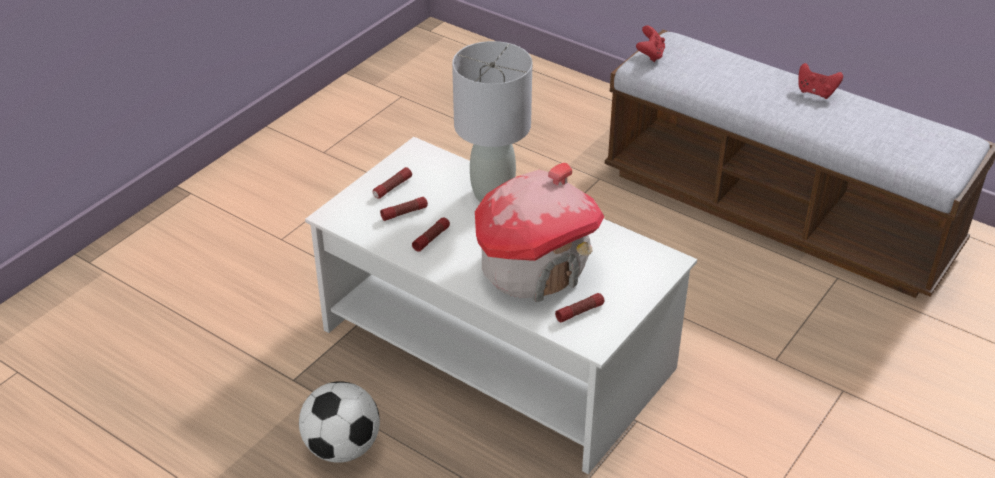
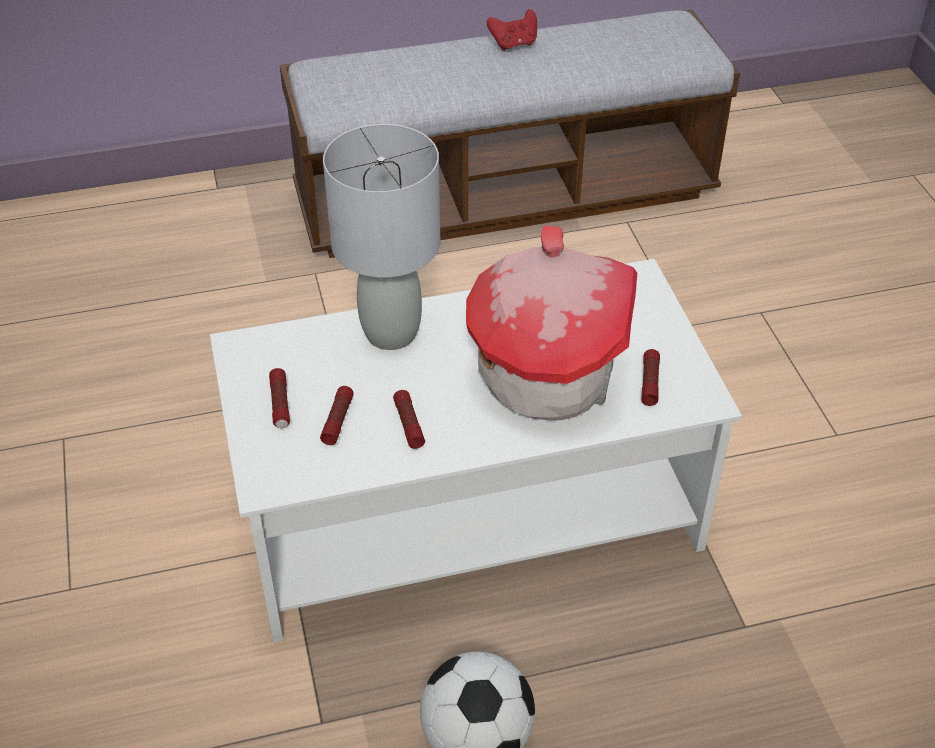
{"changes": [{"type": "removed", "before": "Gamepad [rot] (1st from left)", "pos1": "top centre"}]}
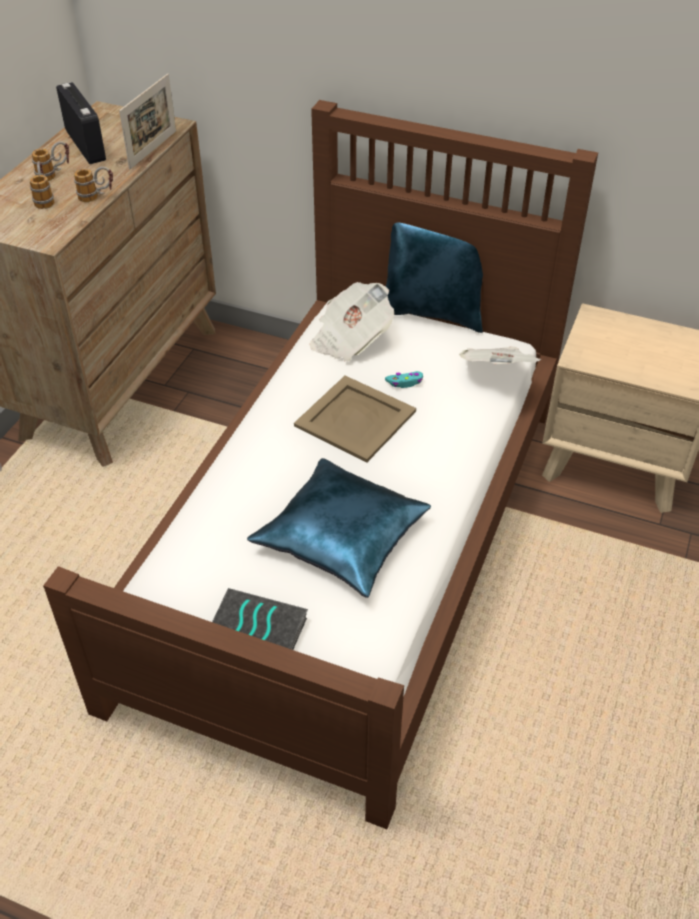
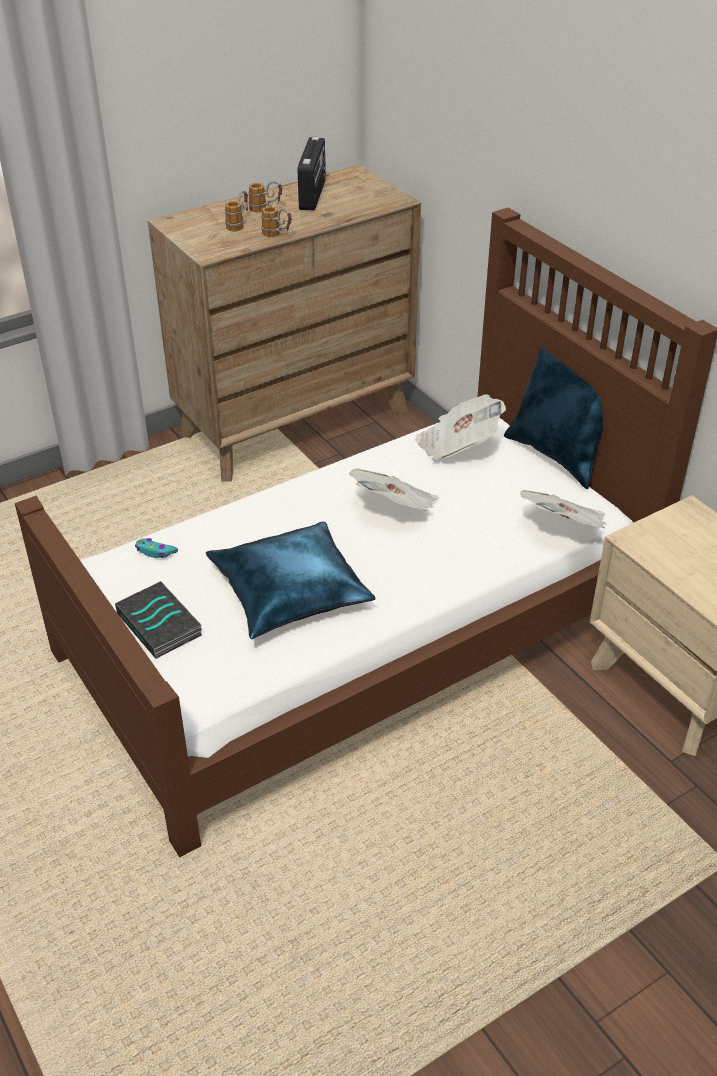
{"changes": [{"type": "moved", "before": "Gamepad [türkis]", "pos1": "centre", "pos2": "middle left"}, {"type": "replaced", "before": "Tablett [beige]", "after": "Zeitung (1st from left)", "pos1": "centre", "pos2": "centre"}, {"type": "removed", "before": "Bilderrahmen", "pos1": "top left"}]}
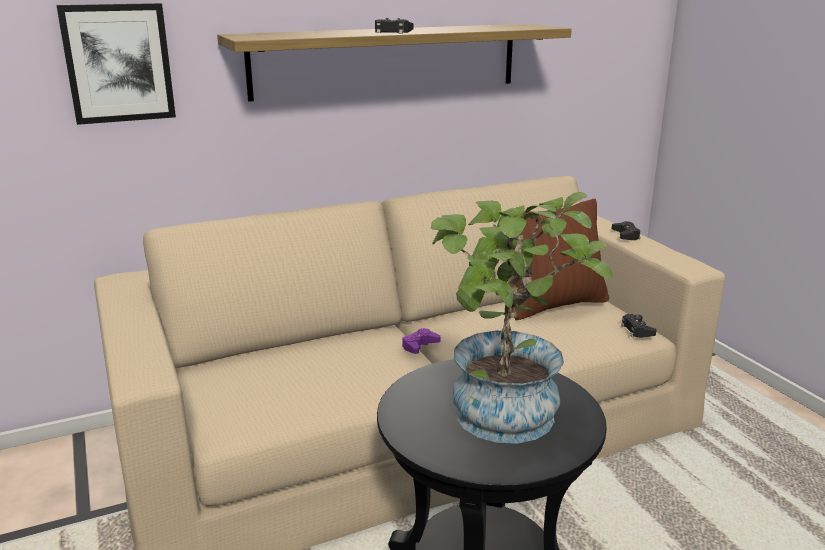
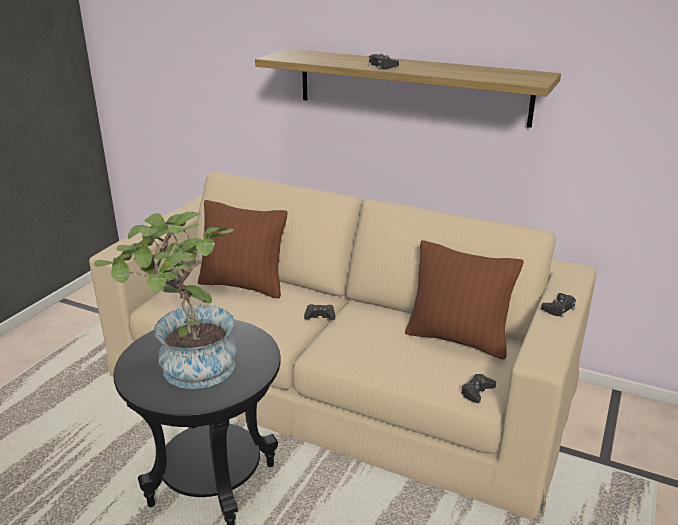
{"changes": [{"type": "added", "after": "Kissen [braun] (1st from left)", "pos2": "centre"}, {"type": "recoloured", "before": "Gamepad [lila]", "after": "Gamepad [schwarz] (1st from left)", "pos1": "centre", "pos2": "centre"}, {"type": "removed", "before": "Bild", "pos1": "top left"}]}
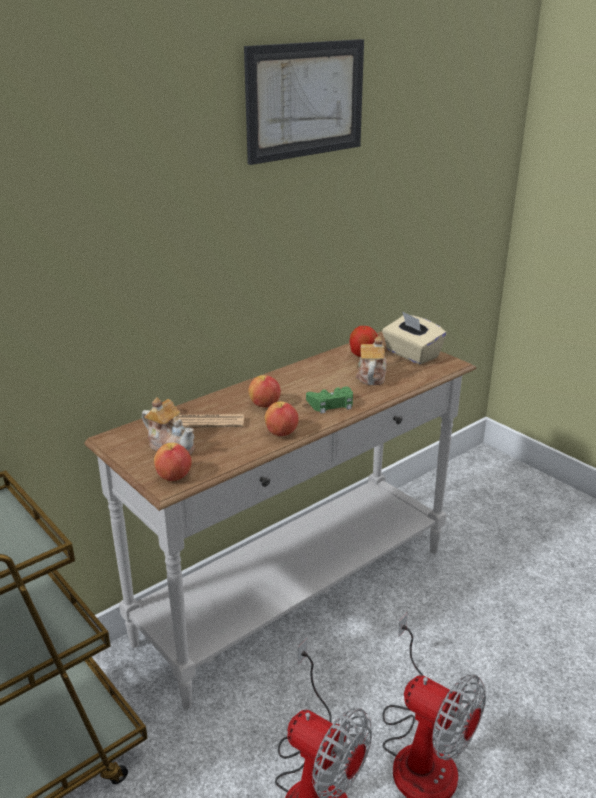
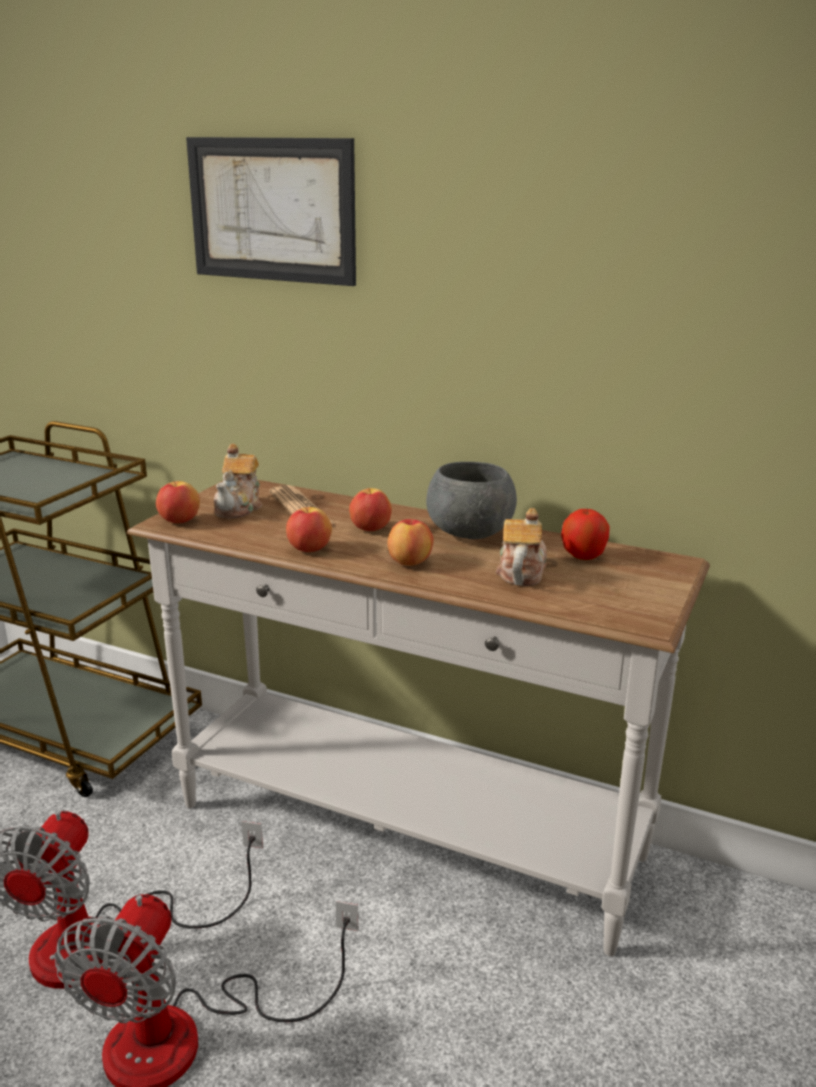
{"changes": [{"type": "moved", "before": "Bild", "pos1": "top centre", "pos2": "top left"}, {"type": "replaced", "before": "Gamepad [grün]", "after": "Apfel (4th from left)", "pos1": "centre", "pos2": "centre"}, {"type": "added", "after": "Schüssel [grau]", "pos2": "centre"}, {"type": "turned", "before": "Teekanne (2nd from left)", "pos1": "centre", "pos2": "centre", "turn": -60}, {"type": "removed", "before": "Taschentuchbox [beige]", "pos1": "middle right"}]}
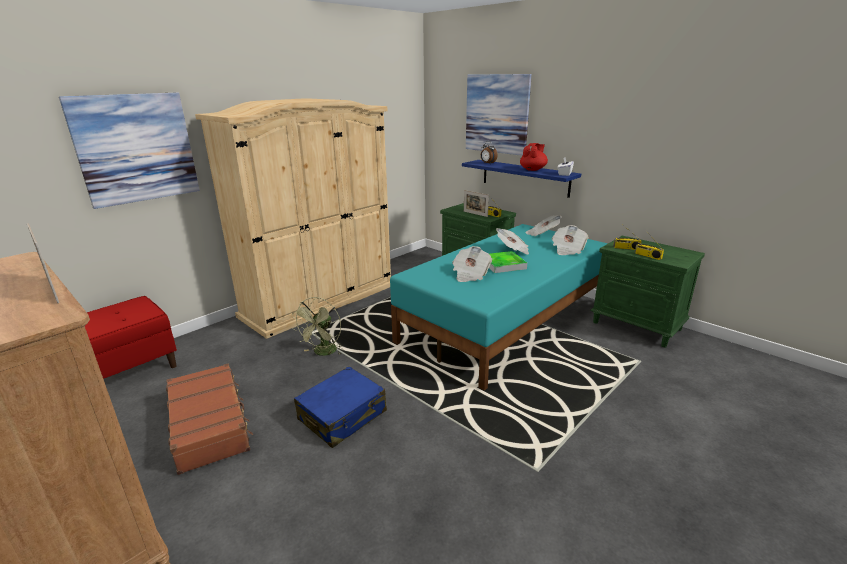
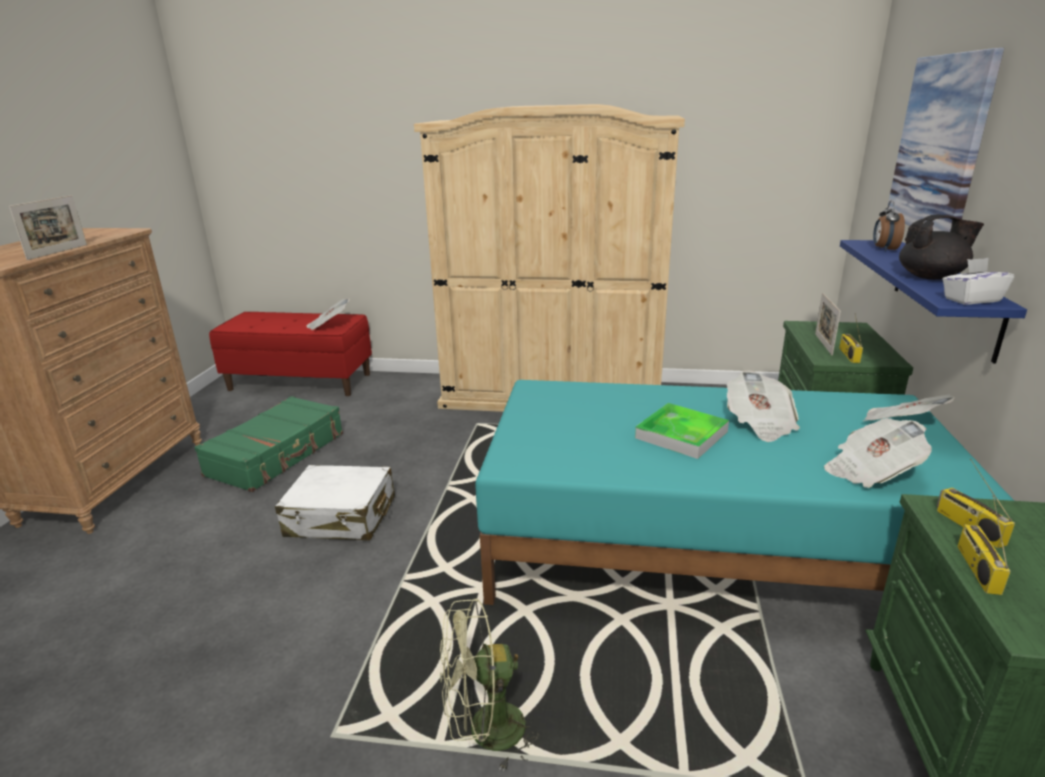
{"changes": [{"type": "recoloured", "before": "Koffer [braun]", "after": "Koffer [grün]", "pos1": "bottom left", "pos2": "middle left"}, {"type": "recoloured", "before": "Koffer [blau]", "after": "Koffer [weiß]", "pos1": "bottom centre", "pos2": "middle left"}, {"type": "moved", "before": "Zeitung (1st from left)", "pos1": "centre", "pos2": "middle left"}, {"type": "moved", "before": "Ventilator [grün]", "pos1": "centre", "pos2": "bottom centre"}, {"type": "recoloured", "before": "Teekanne [rot]", "after": "Teekanne [schwarz]", "pos1": "top centre", "pos2": "top right"}, {"type": "removed", "before": "Bild (1st from left)", "pos1": "top left"}]}
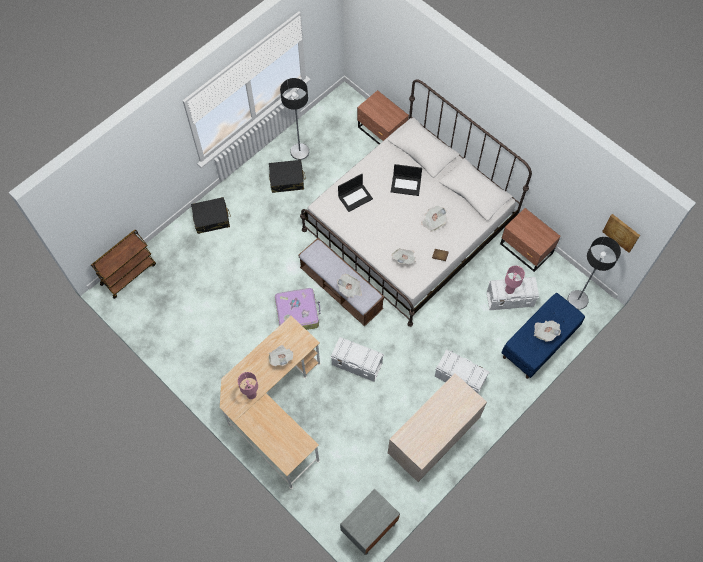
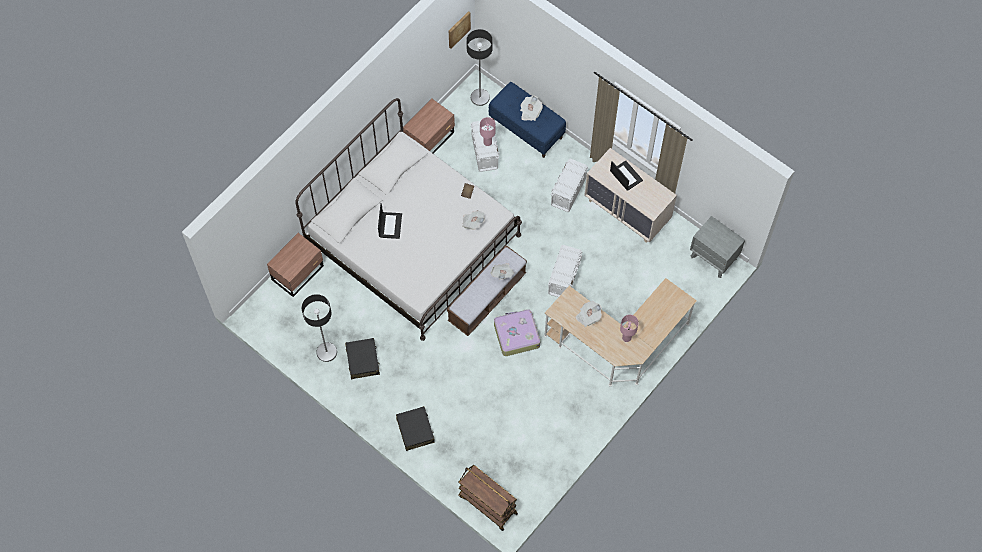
{"changes": [{"type": "moved", "before": "Laptop (1st from left in the first image)", "after": "Laptop (2nd from left)", "pos1": "centre", "pos2": "top centre"}, {"type": "removed", "before": "Zeitung (4th from left)", "pos1": "centre"}]}
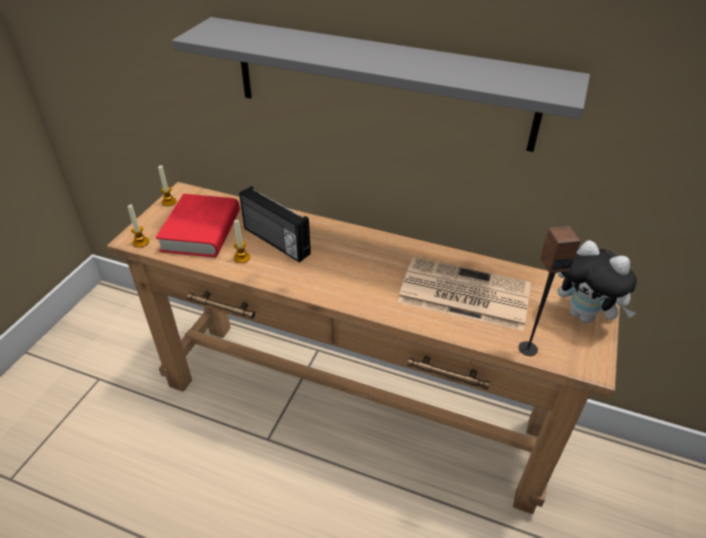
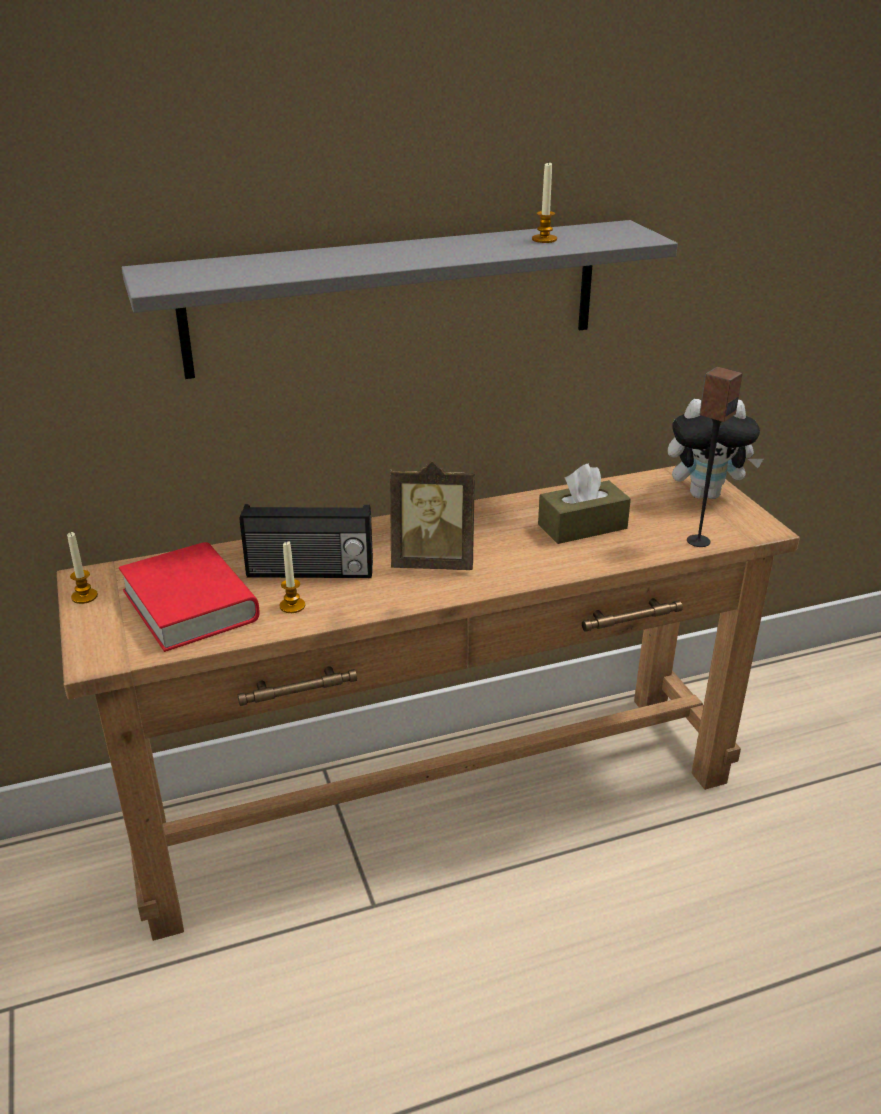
{"changes": [{"type": "added", "after": "Bilderrahmen", "pos2": "centre"}, {"type": "moved", "before": "Kerze (1st from left in the first image)", "after": "Kerze (3rd from left)", "pos1": "middle left", "pos2": "top centre"}, {"type": "replaced", "before": "Zeitung", "after": "Taschentuchbox [braun]", "pos1": "centre", "pos2": "centre"}]}
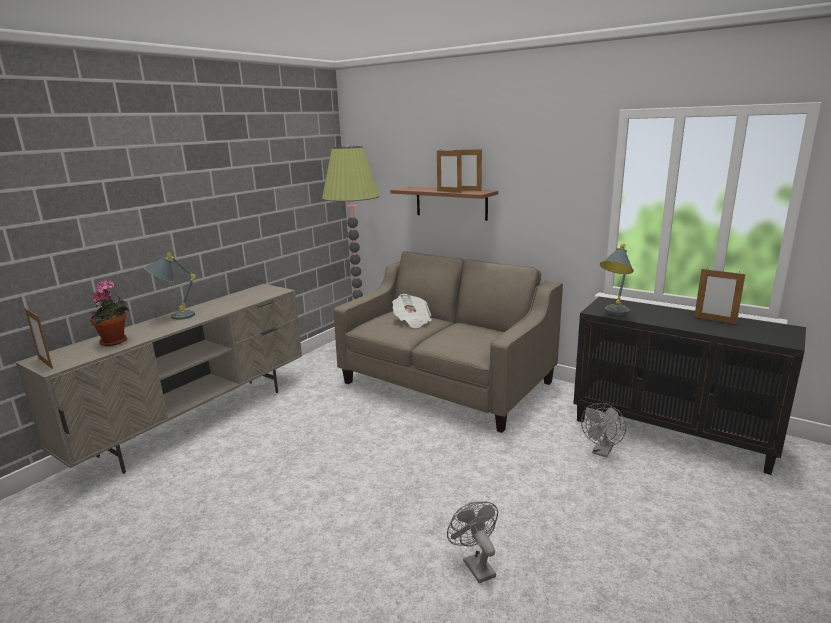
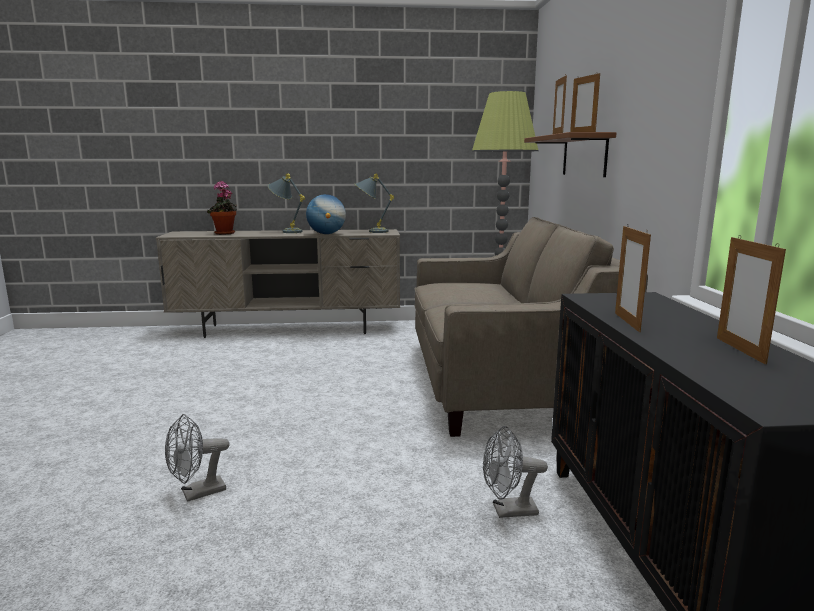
{"changes": [{"type": "turned", "before": "Ventilator [grau] (1st from left)", "pos1": "bottom centre", "pos2": "bottom left", "turn": -150}, {"type": "added", "after": "Globus", "pos2": "centre"}, {"type": "moved", "before": "Tischlampe [grau] (2nd from left)", "pos1": "middle right", "pos2": "top centre"}, {"type": "moved", "before": "Bilderrahmen (1st from left in the first image)", "after": "Bilderrahmen (3rd from left)", "pos1": "middle left", "pos2": "middle right"}, {"type": "removed", "before": "Zeitung", "pos1": "centre"}]}
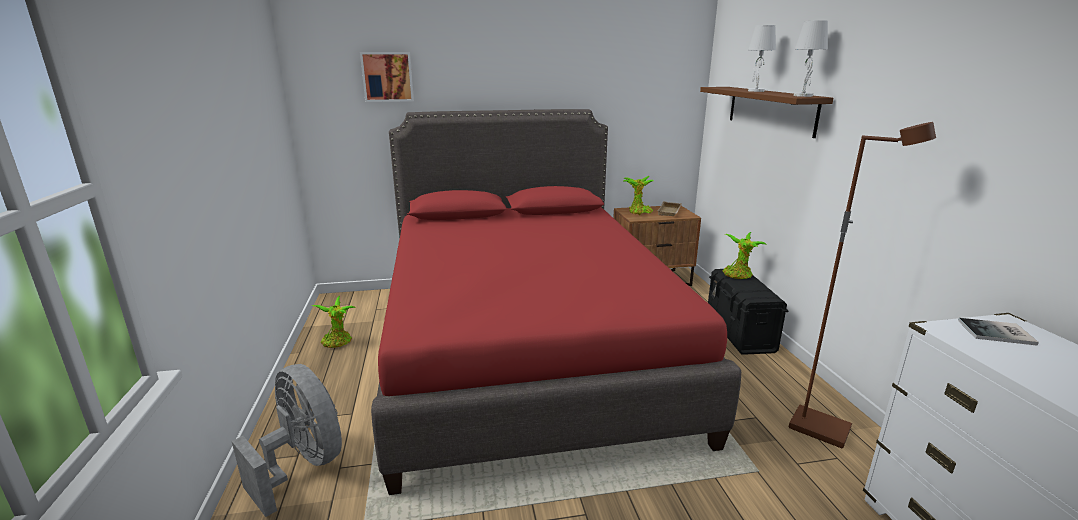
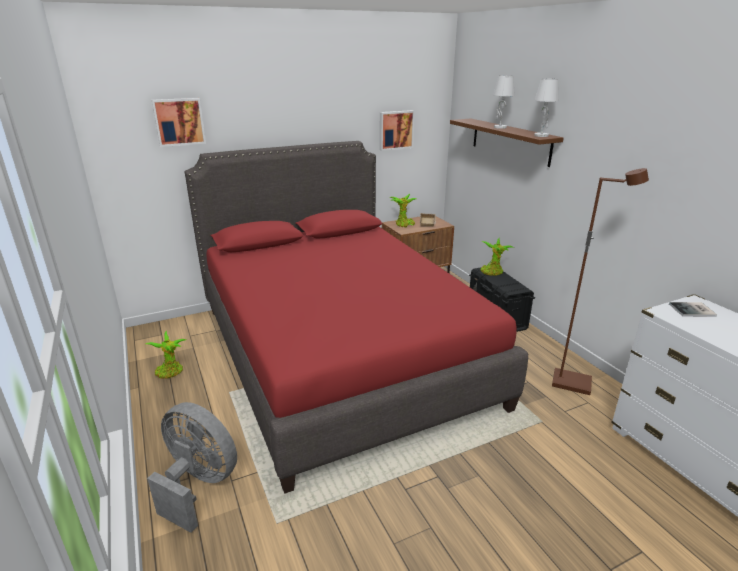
{"changes": [{"type": "added", "after": "Bild (2nd from left)", "pos2": "top centre"}]}
